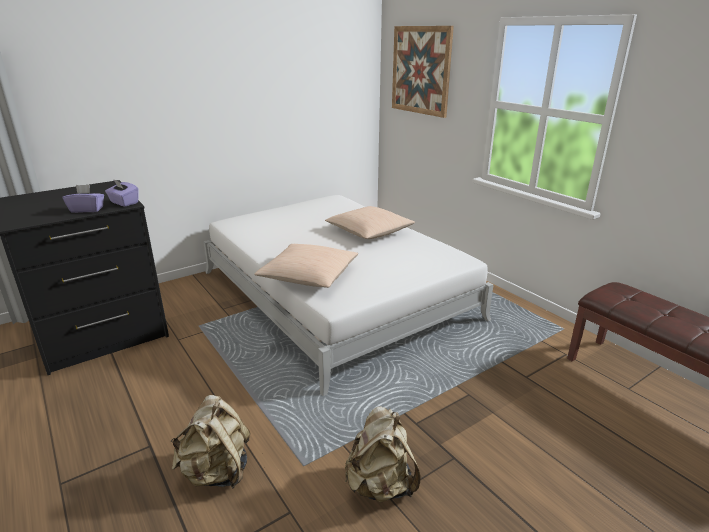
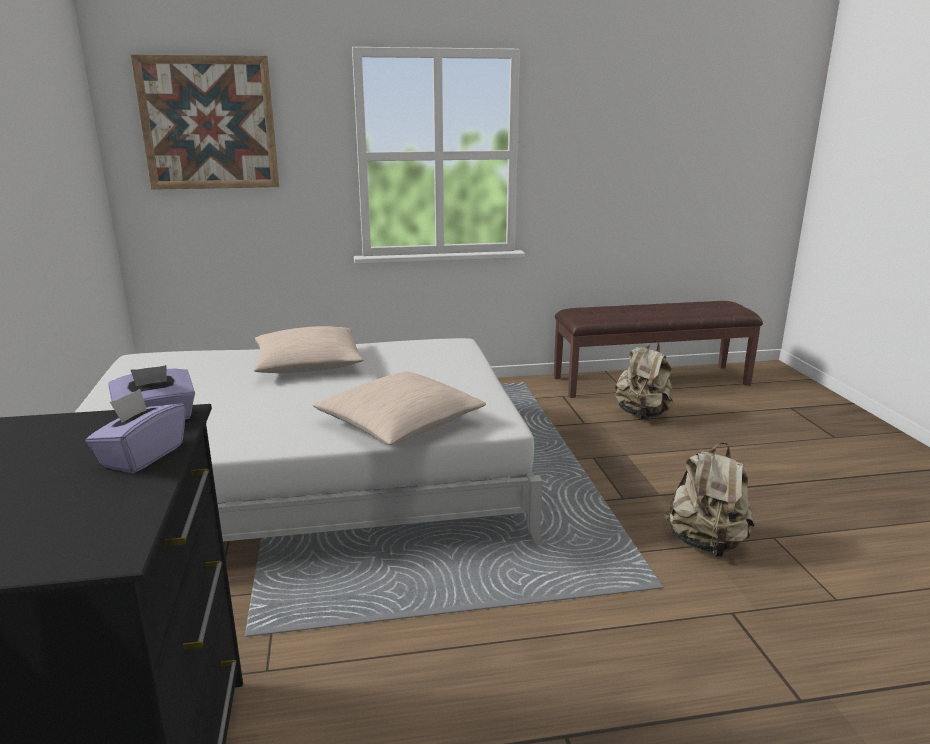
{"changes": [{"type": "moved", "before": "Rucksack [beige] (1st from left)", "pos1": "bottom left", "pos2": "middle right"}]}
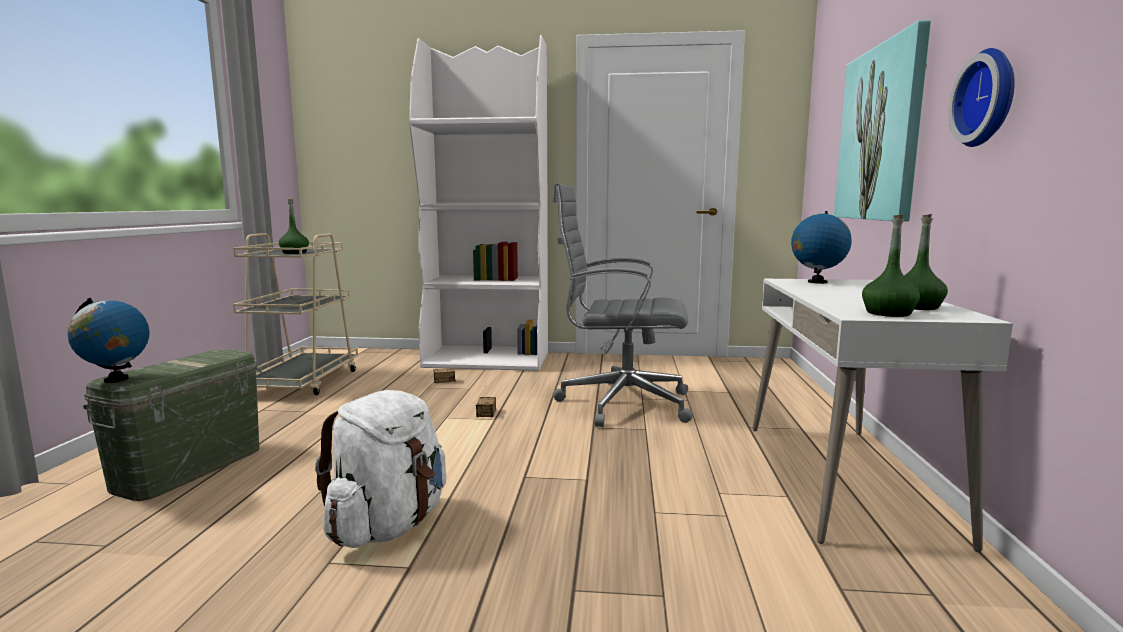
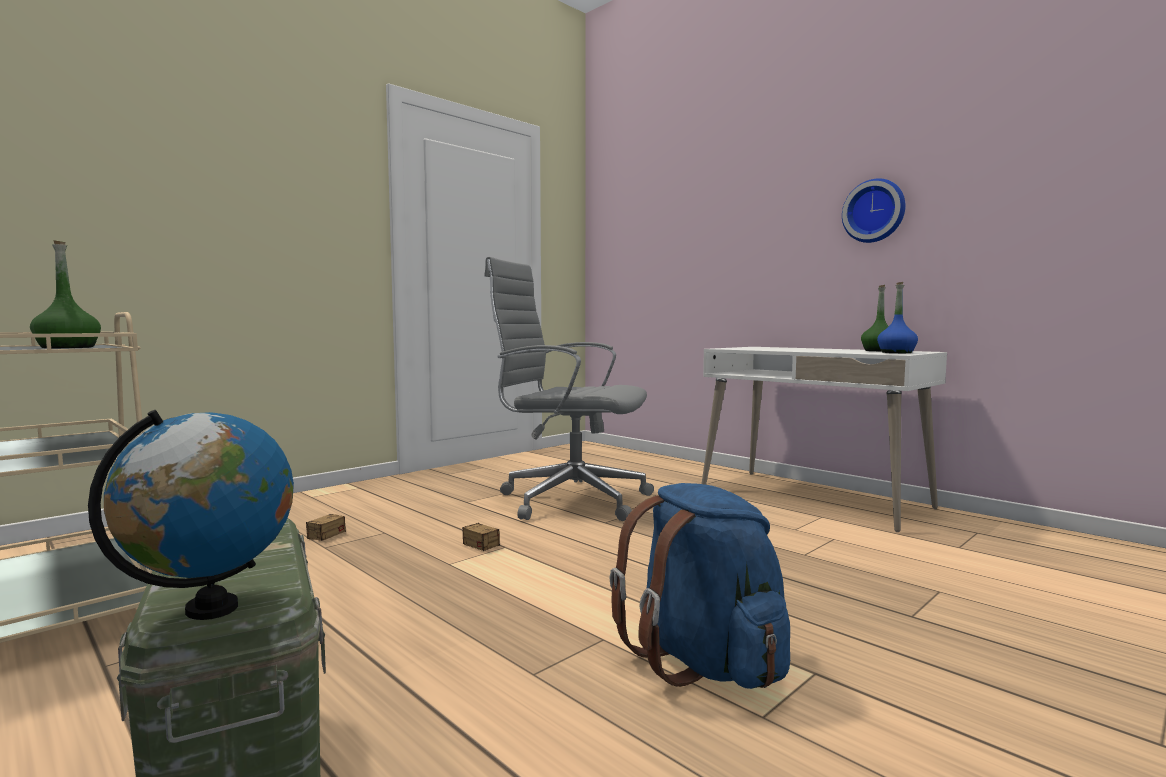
{"changes": [{"type": "turned", "before": "Bürostuhl [grau]", "pos1": "centre", "pos2": "centre", "turn": 60}, {"type": "recoloured", "before": "Rucksack [weiß]", "after": "Rucksack [blau]", "pos1": "bottom centre", "pos2": "bottom centre"}, {"type": "recoloured", "before": "Flasche [grün] (2nd from left)", "after": "Flasche [blau]", "pos1": "middle right", "pos2": "middle right"}, {"type": "removed", "before": "Bücherregal [weiß]", "pos1": "top centre"}, {"type": "removed", "before": "Globus (2nd from left)", "pos1": "middle right"}, {"type": "removed", "before": "Bild", "pos1": "top right"}]}
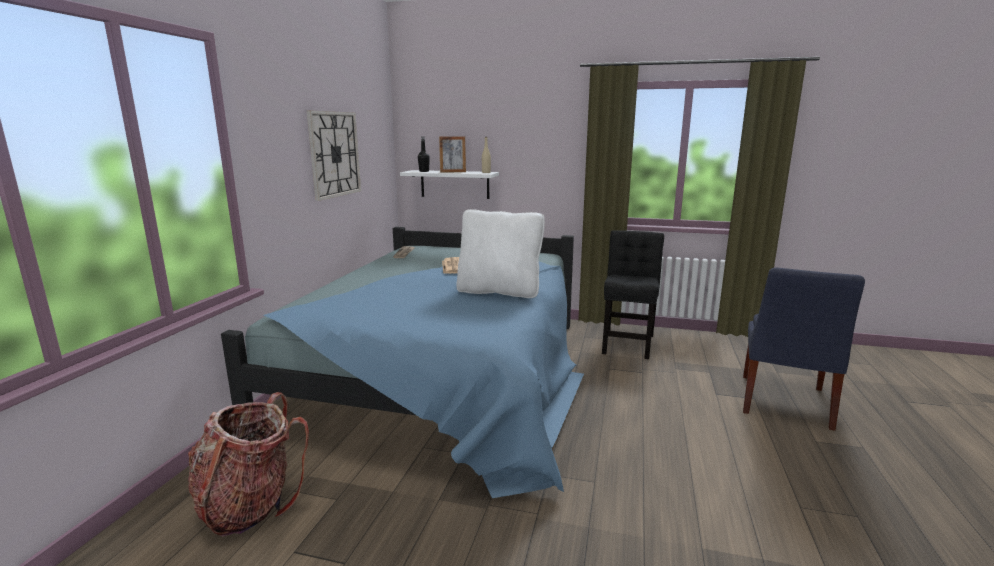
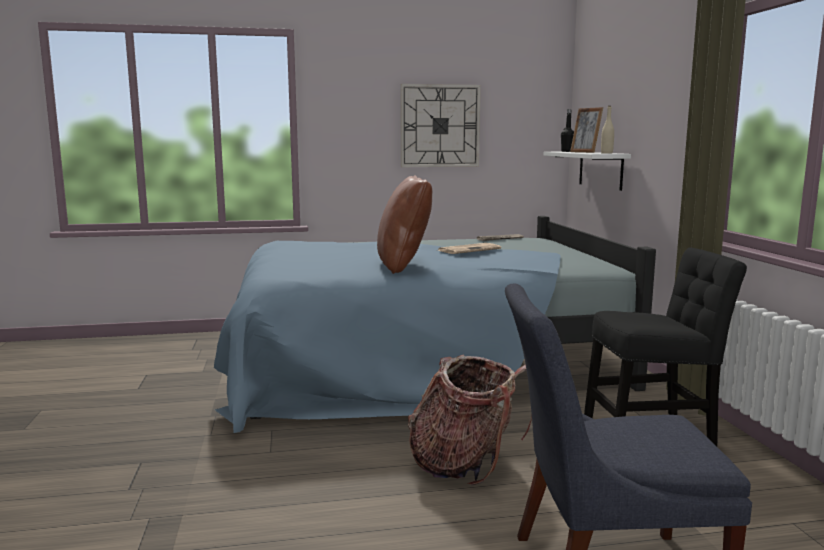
{"changes": [{"type": "recoloured", "before": "Kissen [weiß]", "after": "Kissen [braun]", "pos1": "centre", "pos2": "centre"}, {"type": "moved", "before": "Rucksack", "pos1": "bottom left", "pos2": "bottom centre"}]}
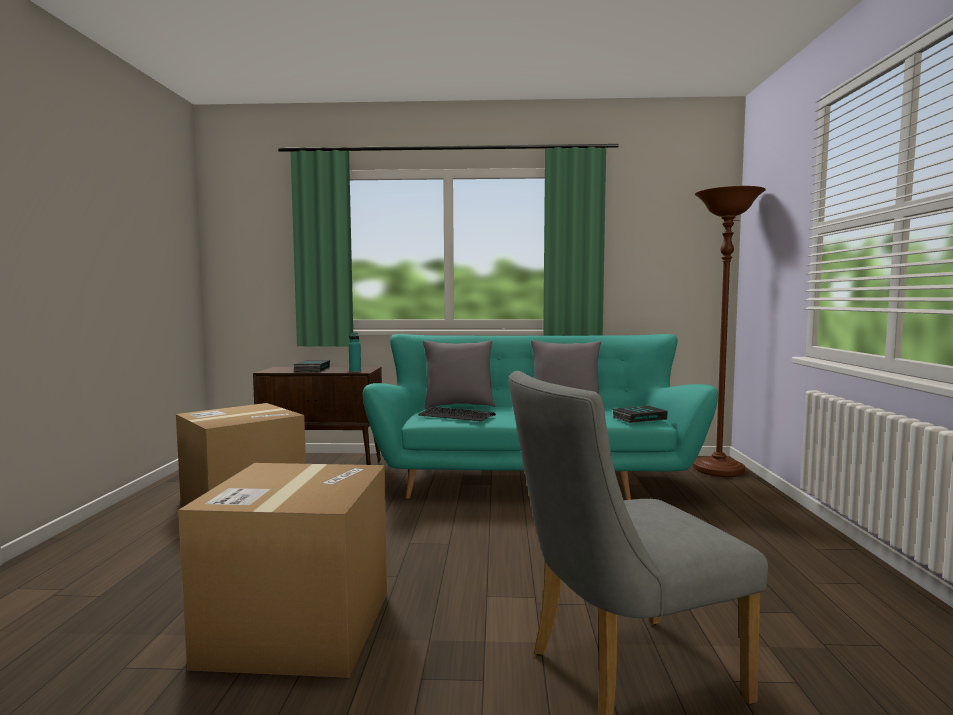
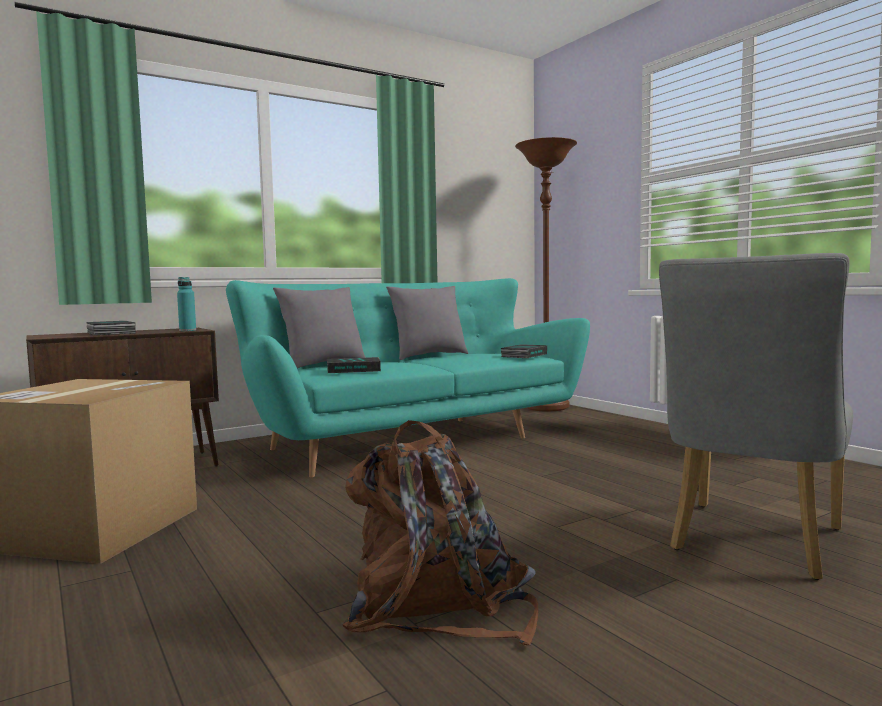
{"changes": [{"type": "replaced", "before": "Tastatur", "after": "Buch (2nd from left)", "pos1": "centre", "pos2": "centre"}, {"type": "replaced", "before": "Karton (2nd from left)", "after": "Rucksack [braun]", "pos1": "bottom left", "pos2": "bottom centre"}]}
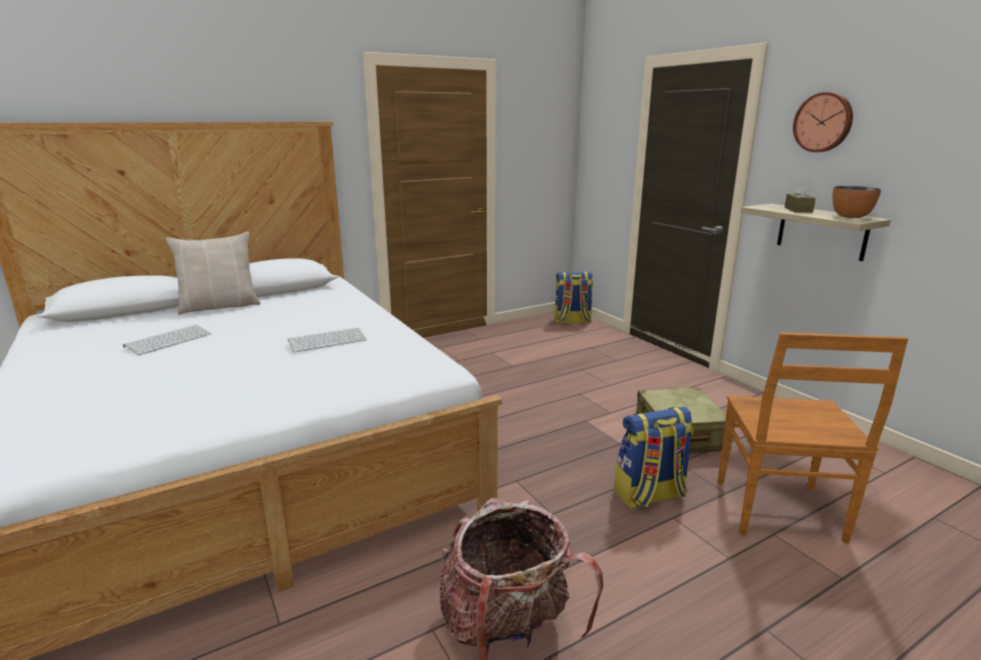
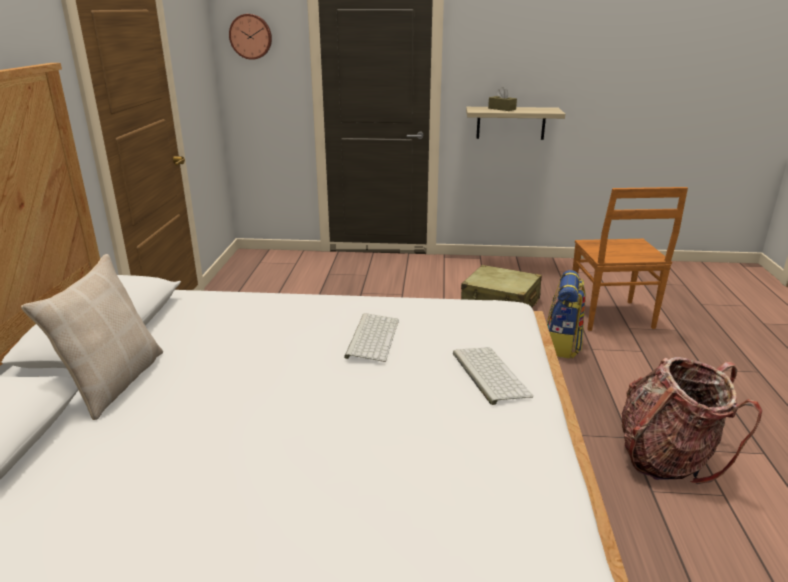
{"changes": [{"type": "moved", "before": "Wanduhr", "pos1": "top right", "pos2": "top left"}, {"type": "moved", "before": "Tastatur (1st from left in the first image)", "after": "Tastatur (2nd from left)", "pos1": "middle left", "pos2": "centre"}, {"type": "turned", "before": "Stuhl [braun]", "pos1": "middle right", "pos2": "middle right", "turn": 45}, {"type": "removed", "before": "Rucksack (2nd from left)", "pos1": "centre"}, {"type": "removed", "before": "Schüssel", "pos1": "top right"}]}
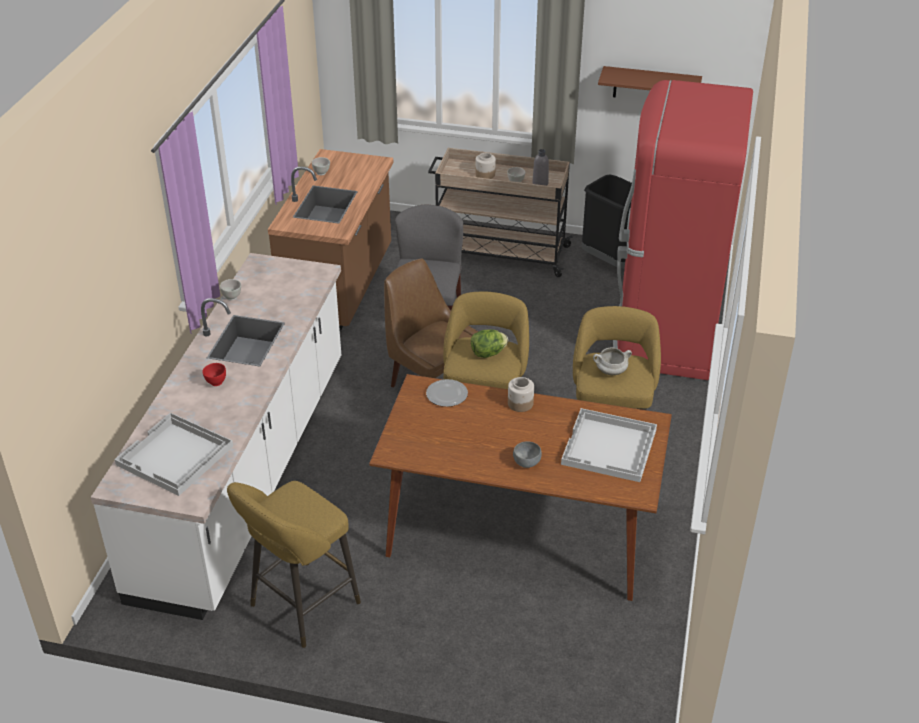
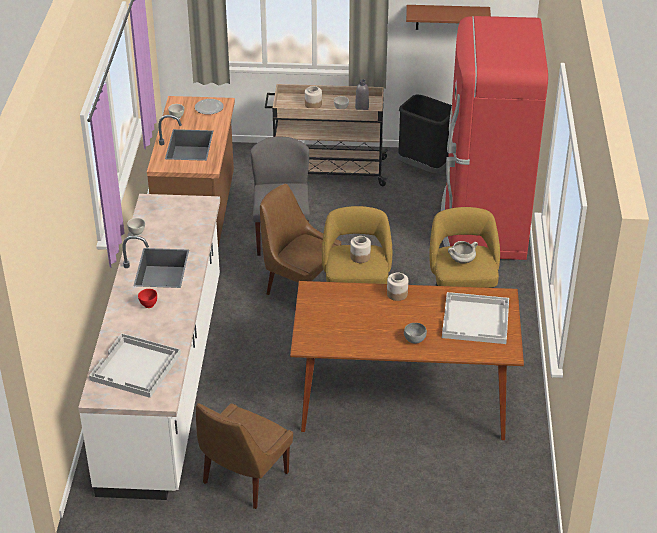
{"changes": [{"type": "moved", "before": "Teller", "pos1": "centre", "pos2": "top left"}, {"type": "replaced", "before": "Hocker [gelb] (1st from left)", "after": "Stuhl [braun] (1st from left)", "pos1": "bottom left", "pos2": "bottom centre"}, {"type": "replaced", "before": "Salatkopf", "after": "Vorratsglas (2nd from left)", "pos1": "centre", "pos2": "centre"}]}
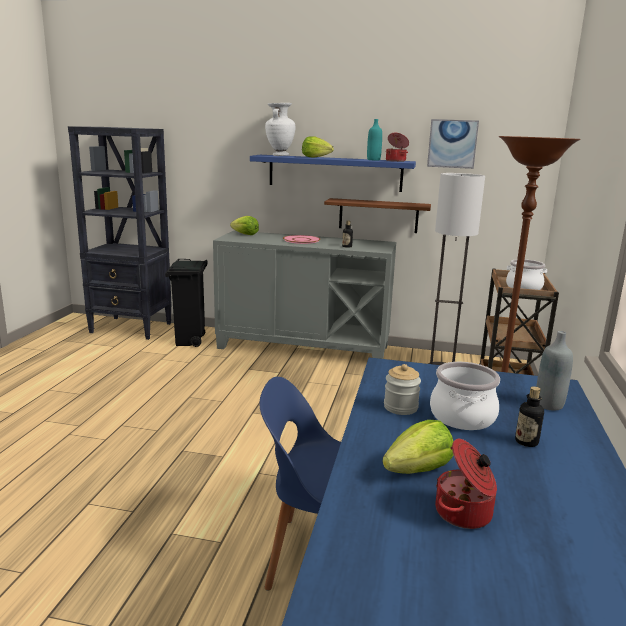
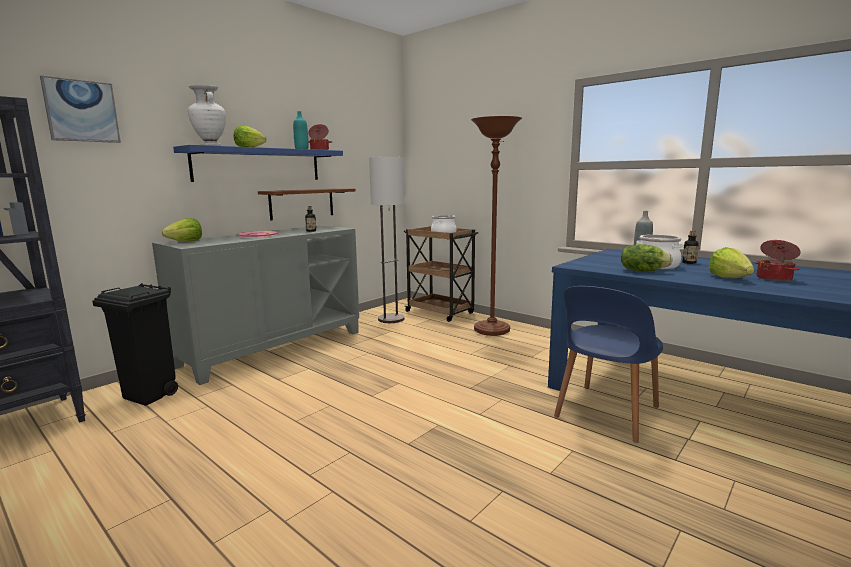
{"changes": [{"type": "moved", "before": "Bild", "pos1": "top right", "pos2": "top left"}, {"type": "replaced", "before": "Vorratsglas", "after": "Salatkopf (3rd from left)", "pos1": "centre", "pos2": "middle right"}]}
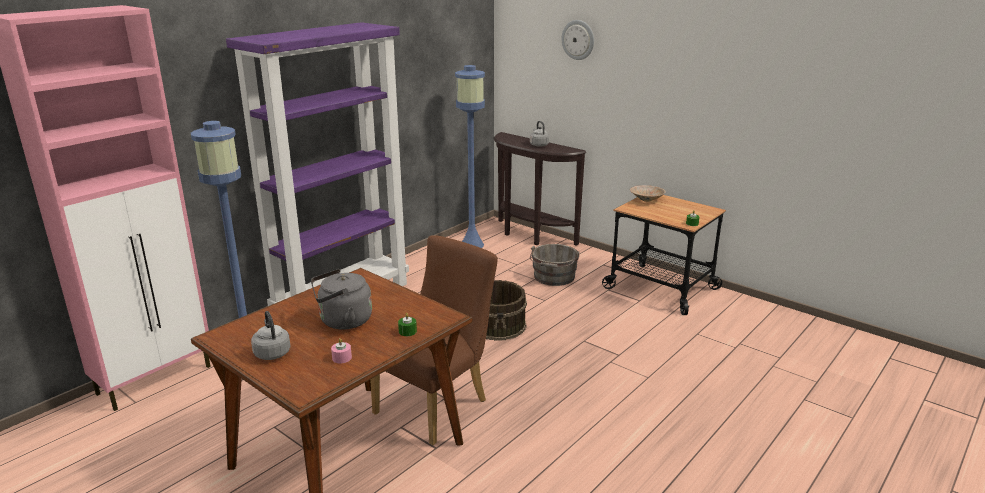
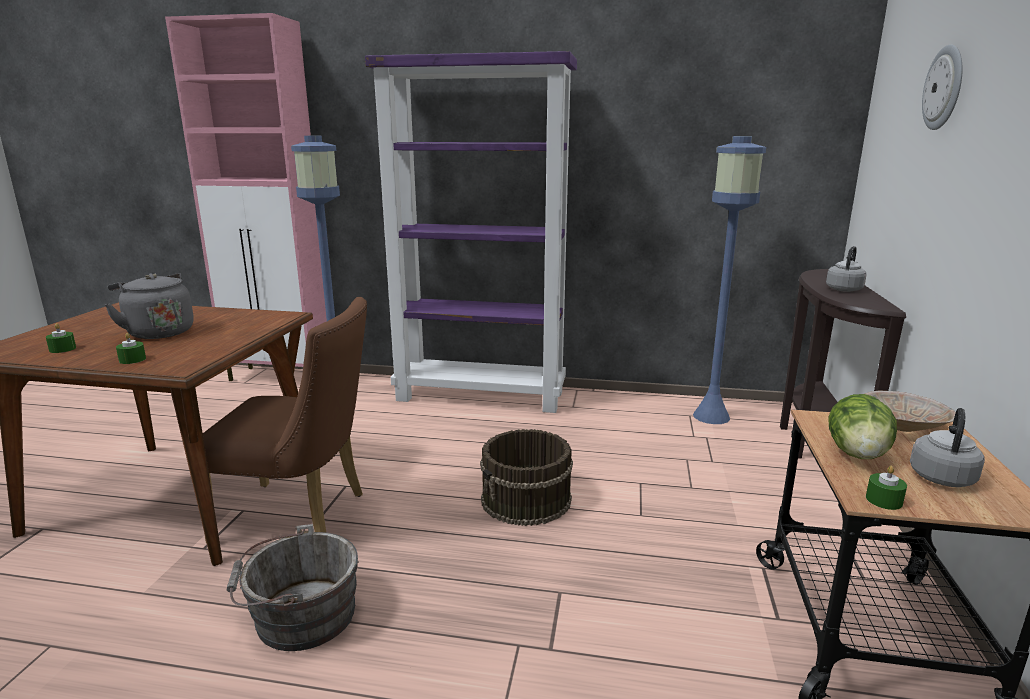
{"changes": [{"type": "recoloured", "before": "Kerze [rosa]", "after": "Kerze [grün] (1st from left)", "pos1": "bottom centre", "pos2": "middle left"}, {"type": "moved", "before": "Eimer [grau]", "pos1": "centre", "pos2": "bottom left"}, {"type": "added", "after": "Salatkopf", "pos2": "middle right"}, {"type": "moved", "before": "Wasserkessel [grau] (1st from left in the first image)", "after": "Wasserkessel [grau] (3rd from left)", "pos1": "bottom left", "pos2": "middle right"}]}
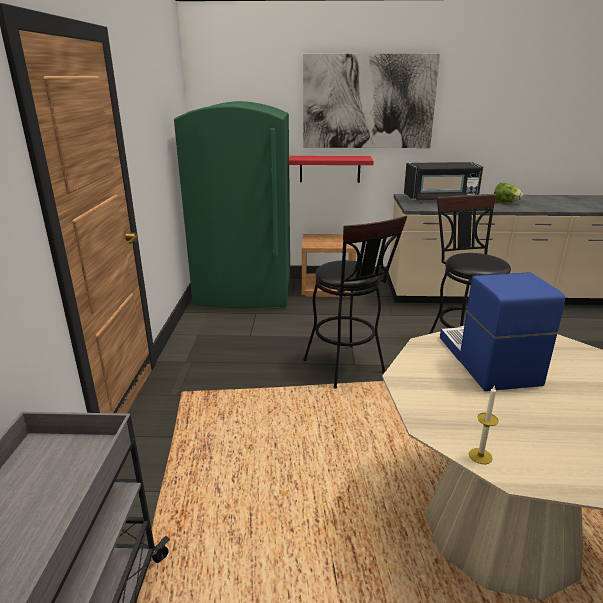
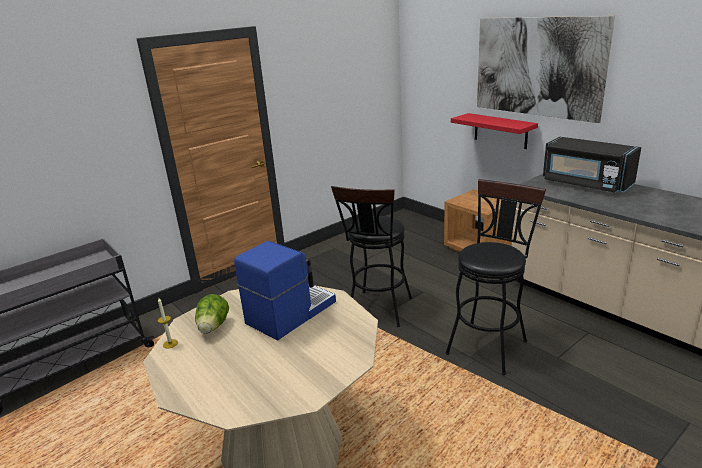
{"changes": [{"type": "moved", "before": "Salatkopf", "pos1": "top right", "pos2": "bottom left"}, {"type": "removed", "before": "Kühlschrank [grün]", "pos1": "centre"}]}
